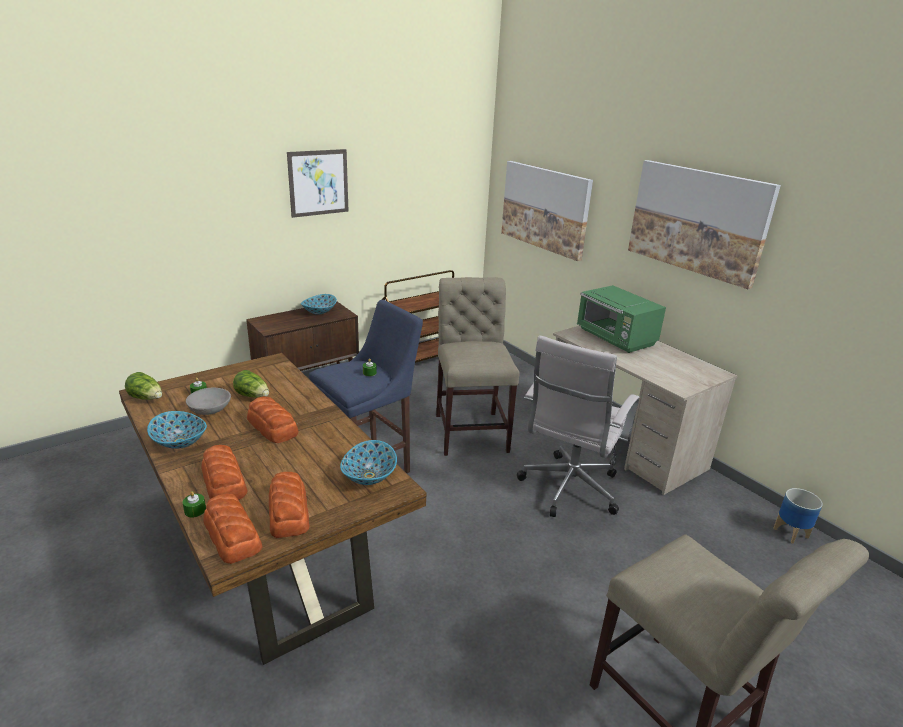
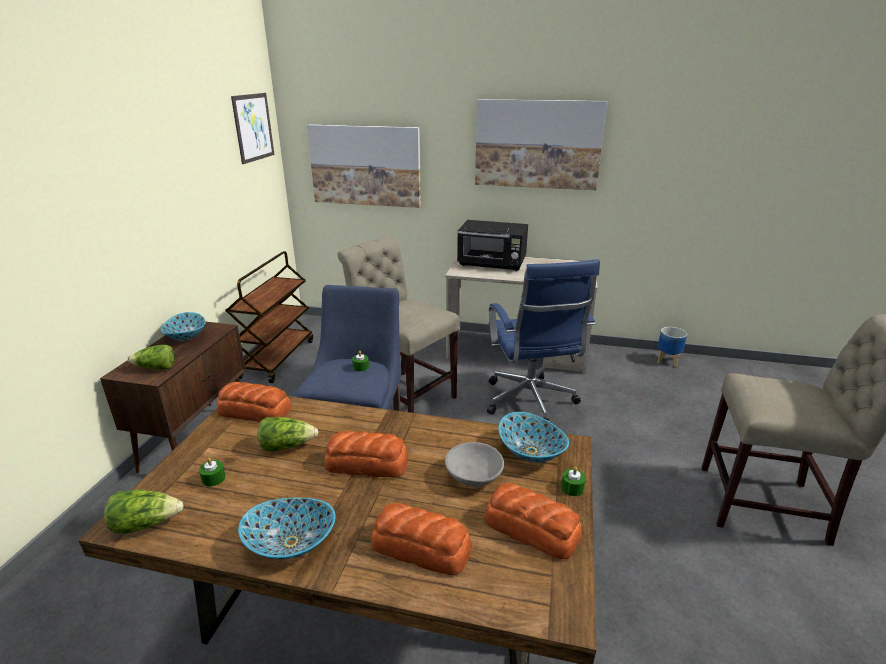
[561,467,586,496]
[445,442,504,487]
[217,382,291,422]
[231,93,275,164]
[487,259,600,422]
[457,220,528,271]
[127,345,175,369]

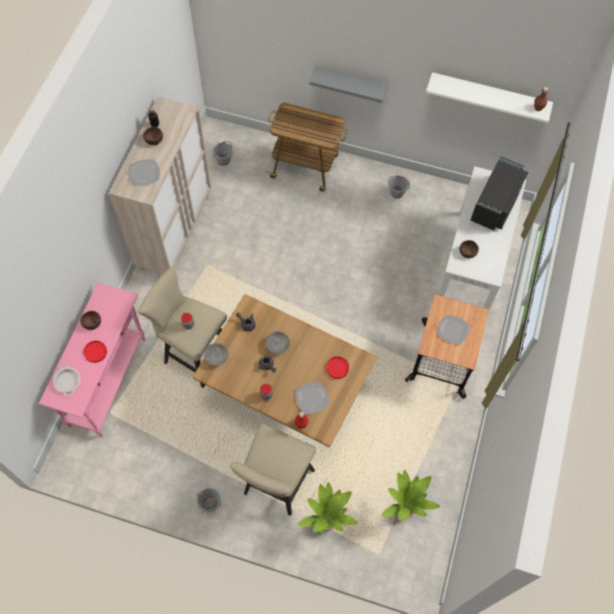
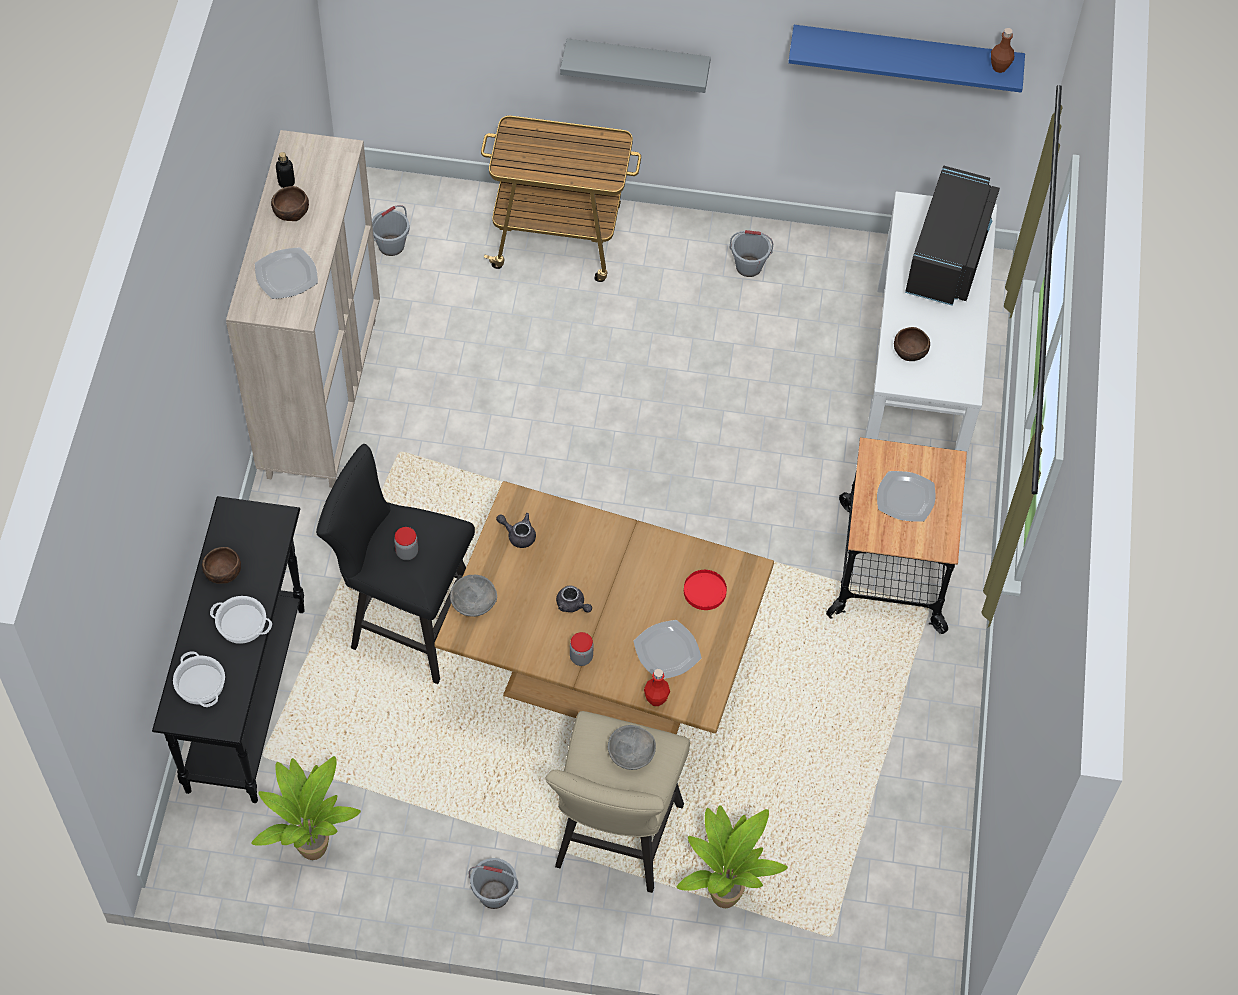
[152,496,305,803]
[210,596,272,644]
[316,444,475,684]
[608,725,656,770]
[251,756,361,860]
[788,25,1025,93]

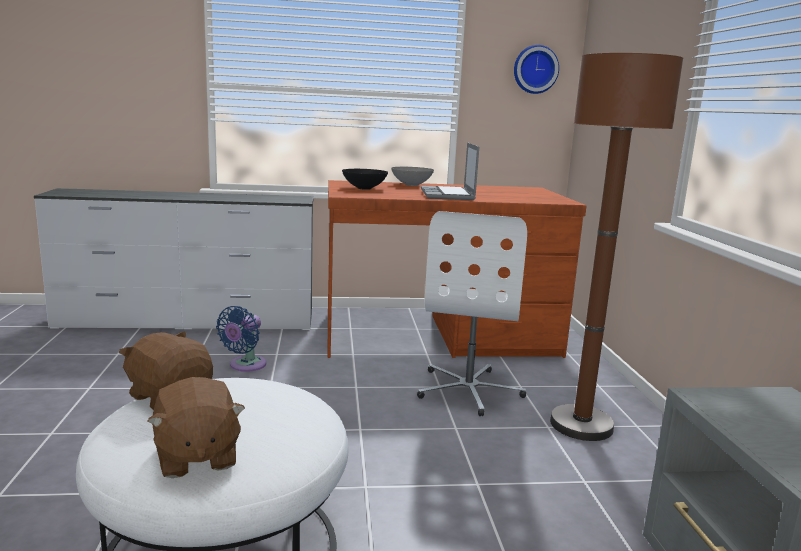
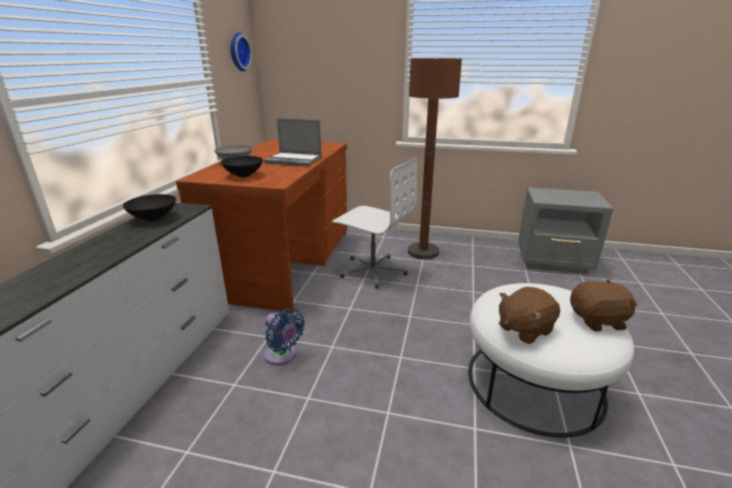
[123,194,176,221]

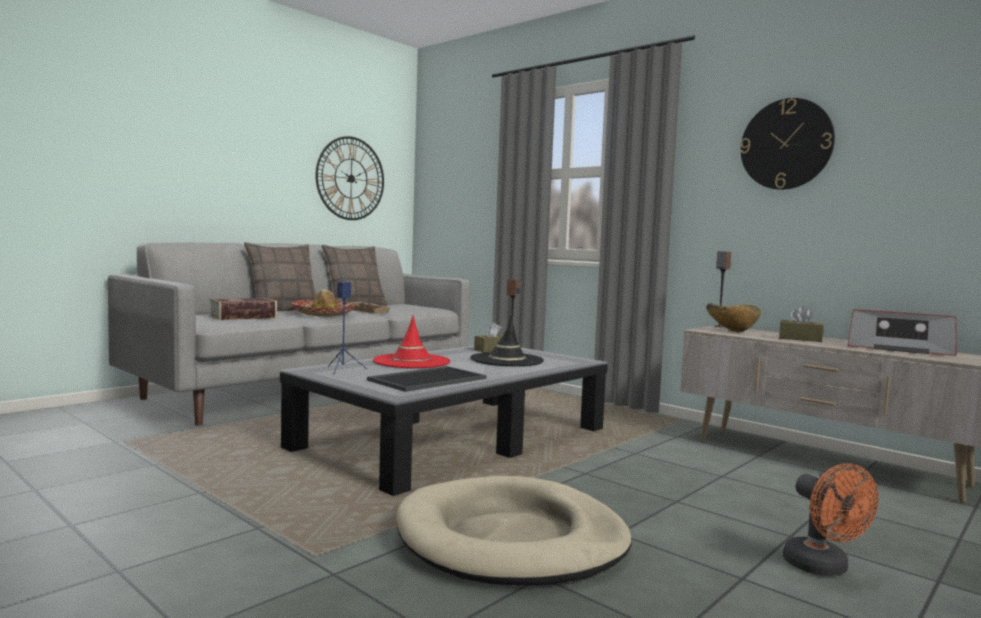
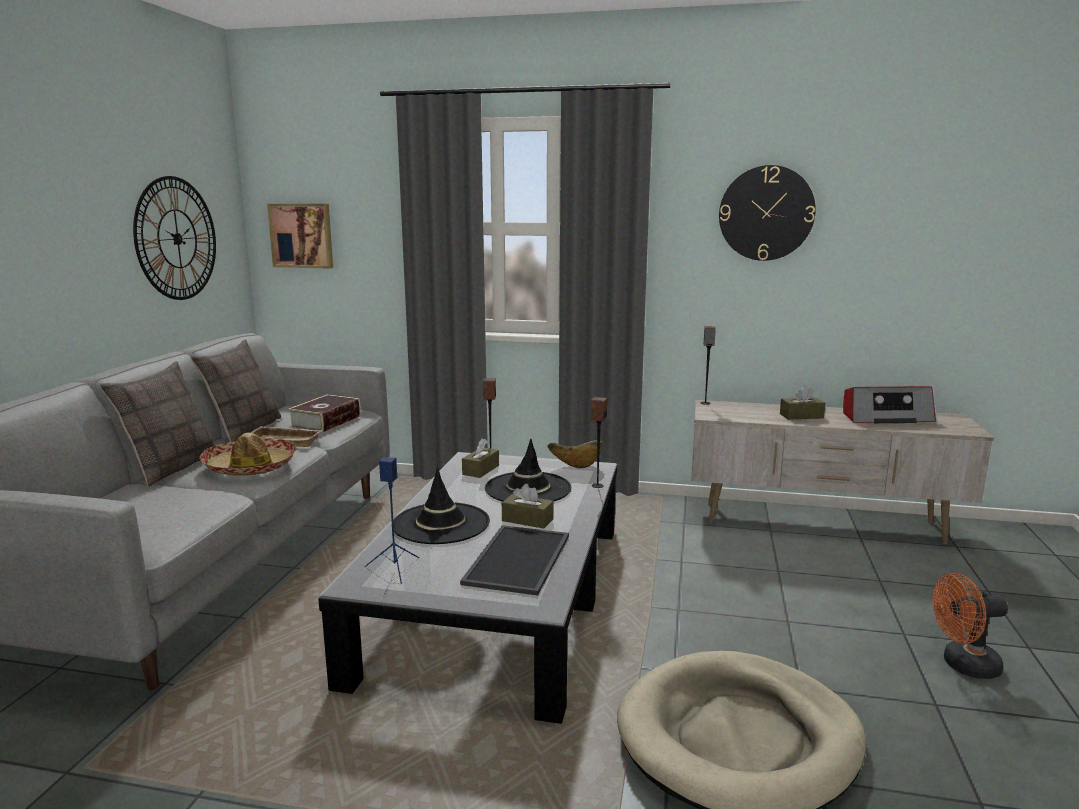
[288,395,361,433]
[393,467,490,544]
[547,440,603,468]
[932,573,1008,679]
[267,204,333,268]
[502,484,554,529]
[591,397,607,488]

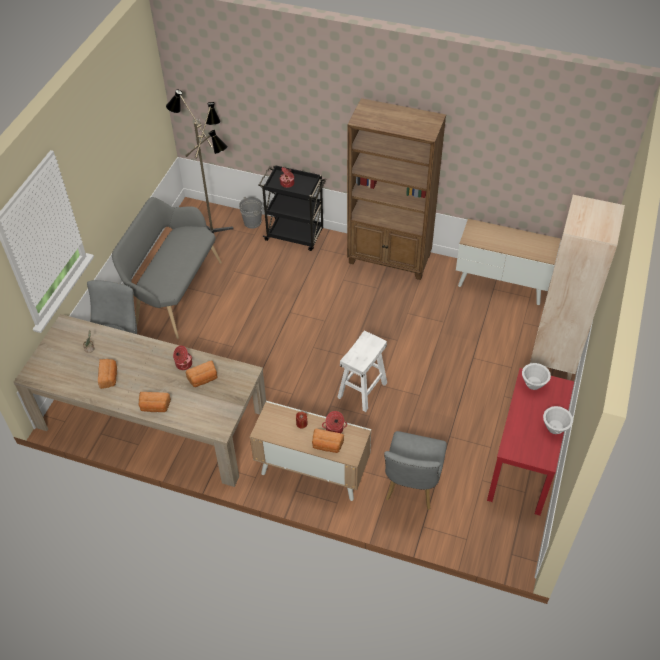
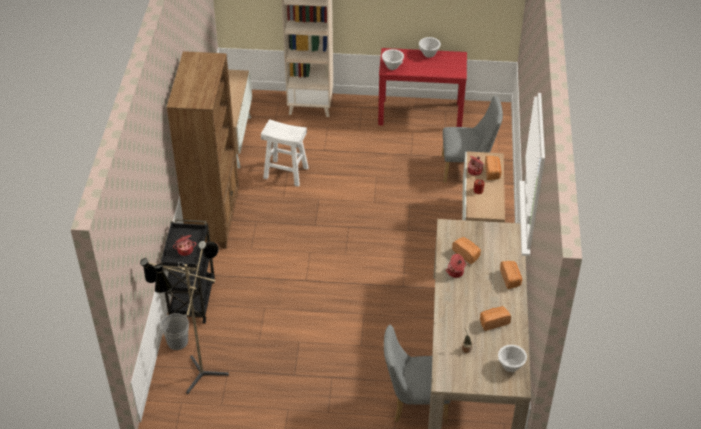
[112,197,222,339] (first image)
[261,119,309,187]
[498,345,527,372]

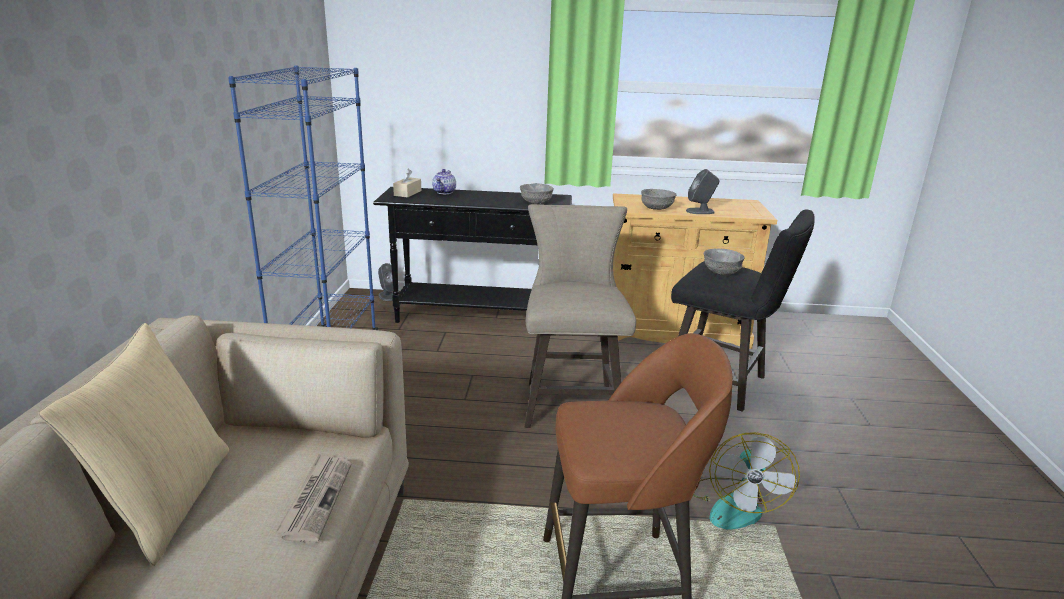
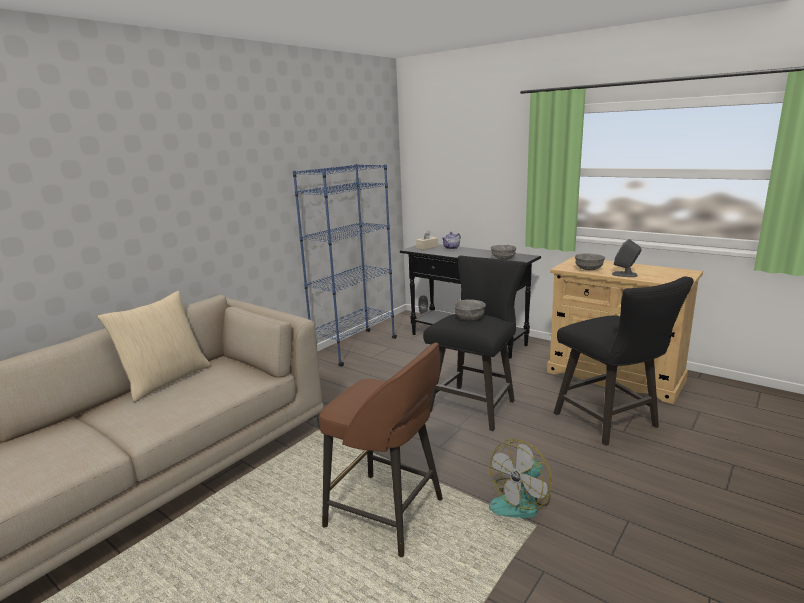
[276,454,351,542] (first image)
[423,256,527,431]
[454,300,486,321]

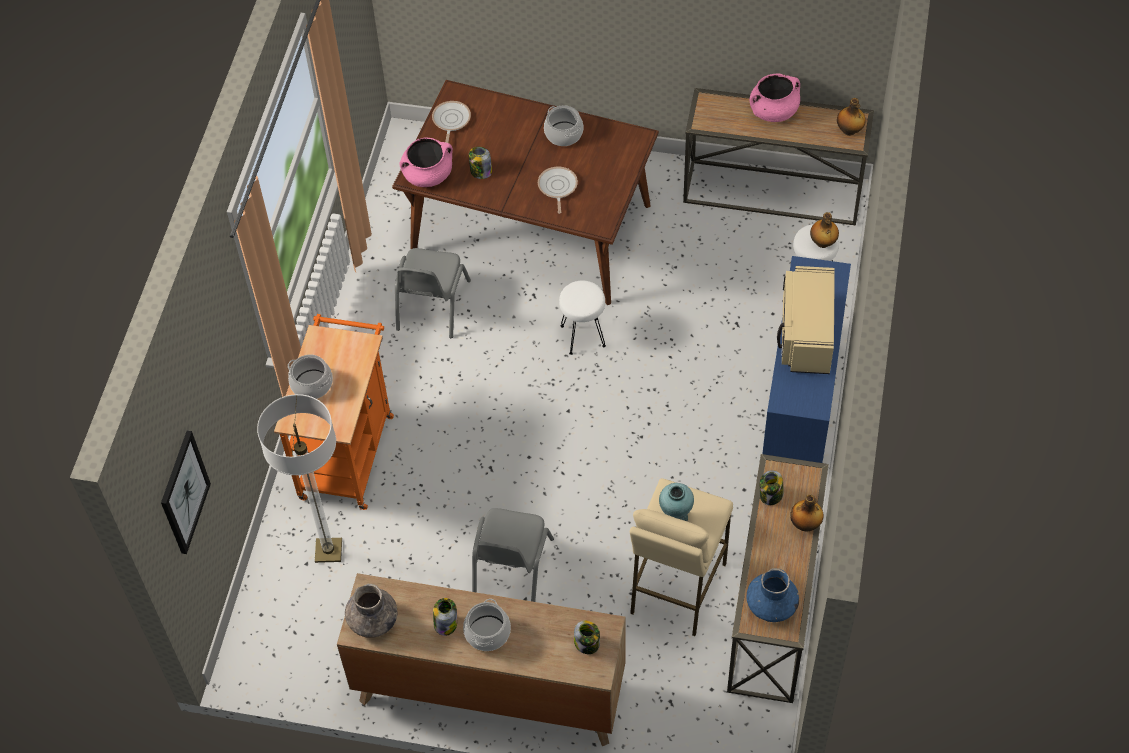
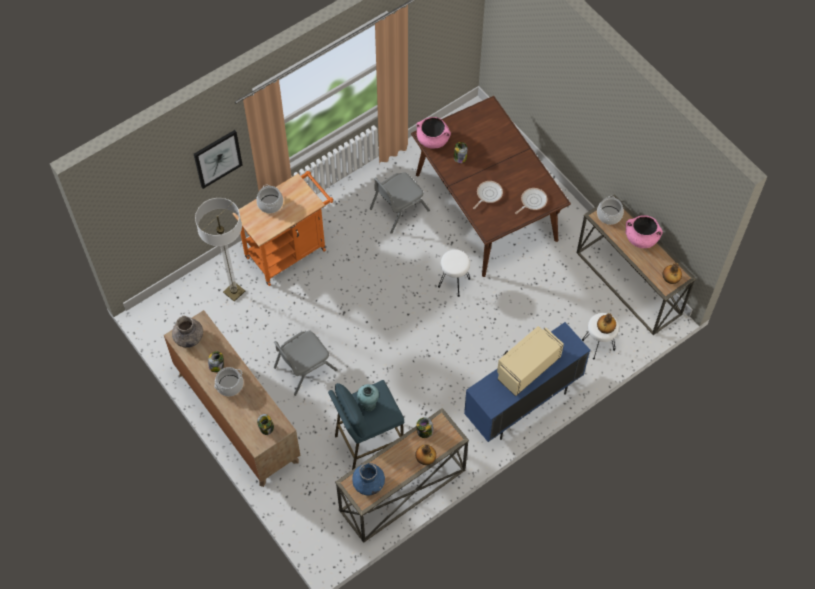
[194,130,243,189]
[515,188,548,214]
[597,196,624,225]
[328,380,405,470]

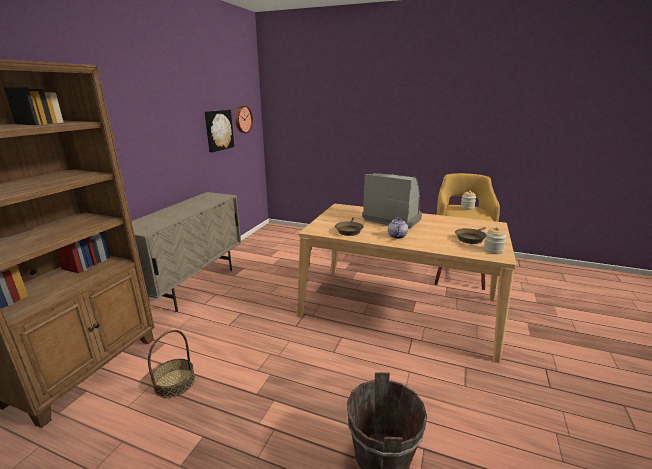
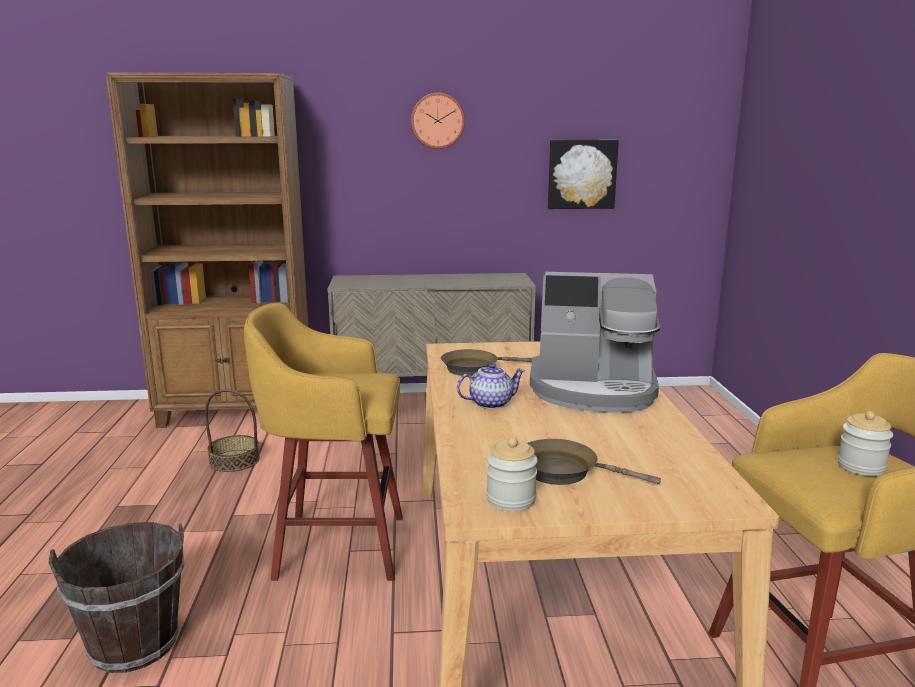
[411,93,465,149]
[530,272,660,413]
[244,303,403,581]

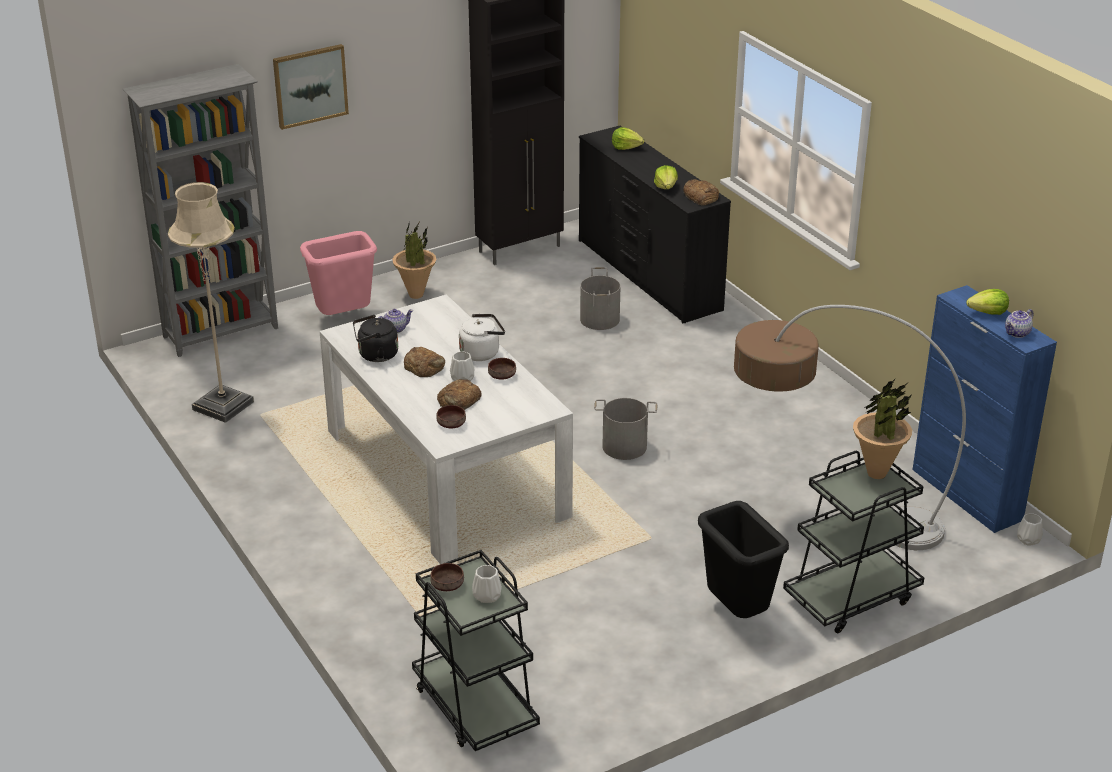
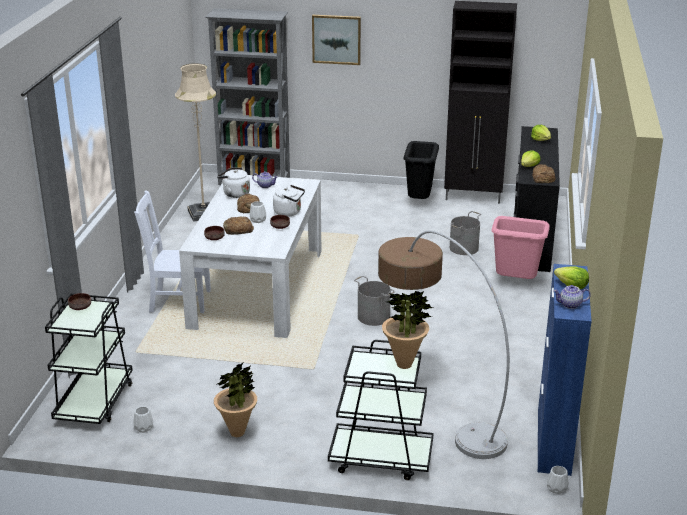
[491,216,550,279]
[217,167,250,198]
[214,363,257,437]
[133,407,153,433]
[403,141,439,199]
[134,190,211,313]

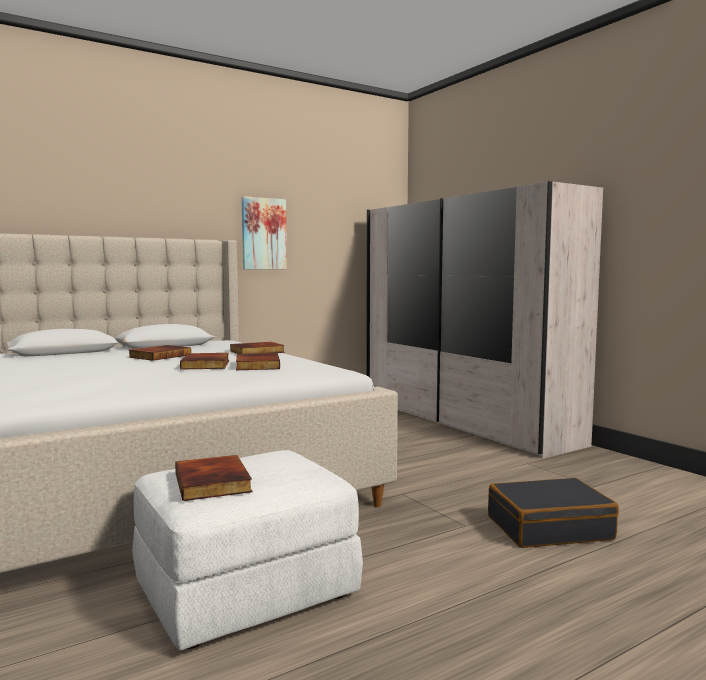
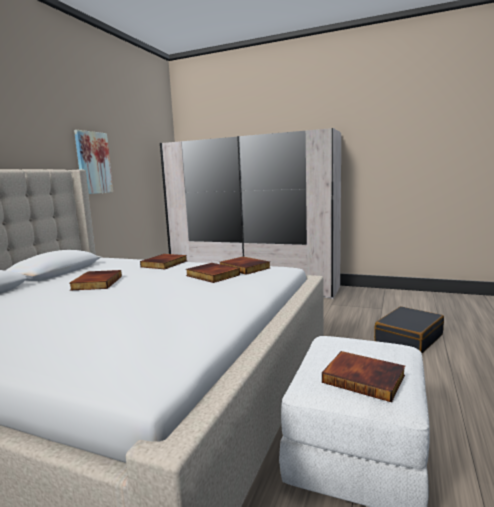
[220,256,270,275]

